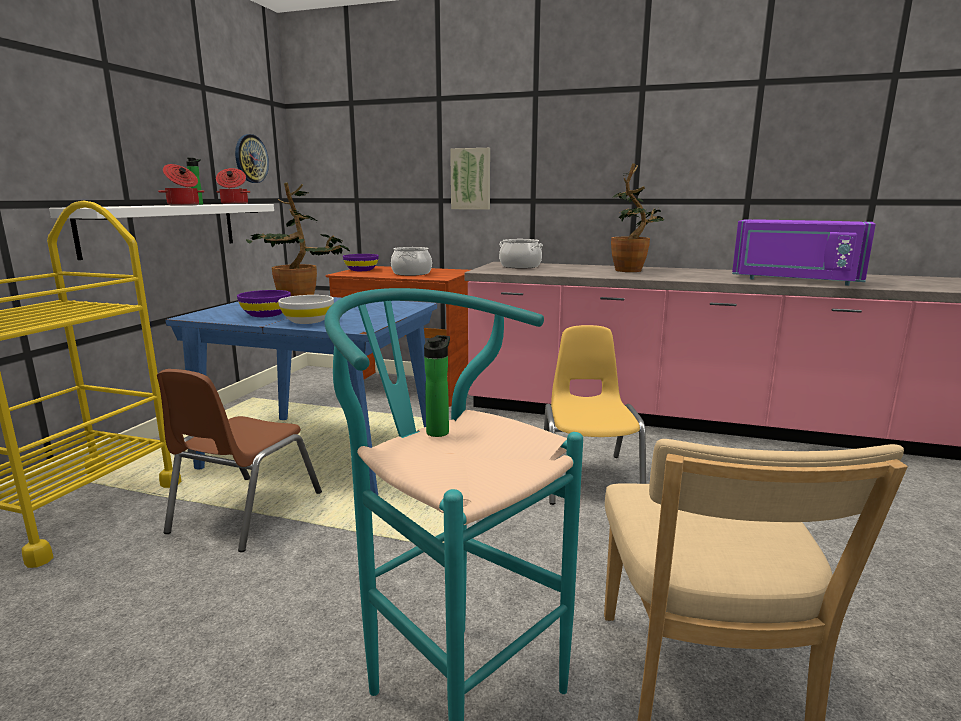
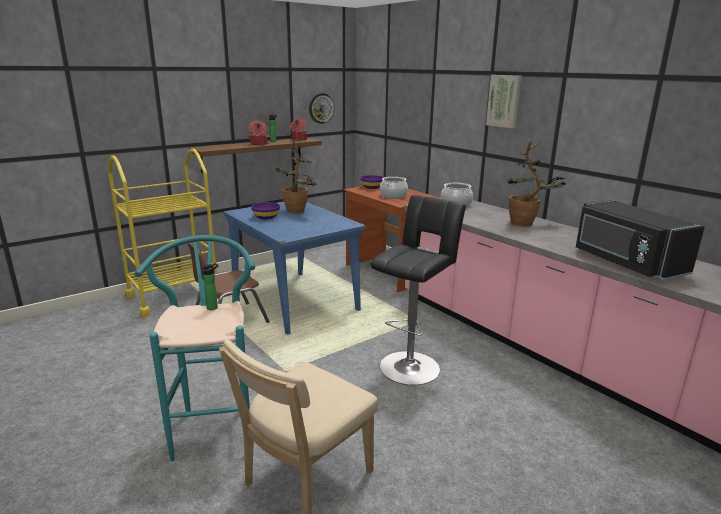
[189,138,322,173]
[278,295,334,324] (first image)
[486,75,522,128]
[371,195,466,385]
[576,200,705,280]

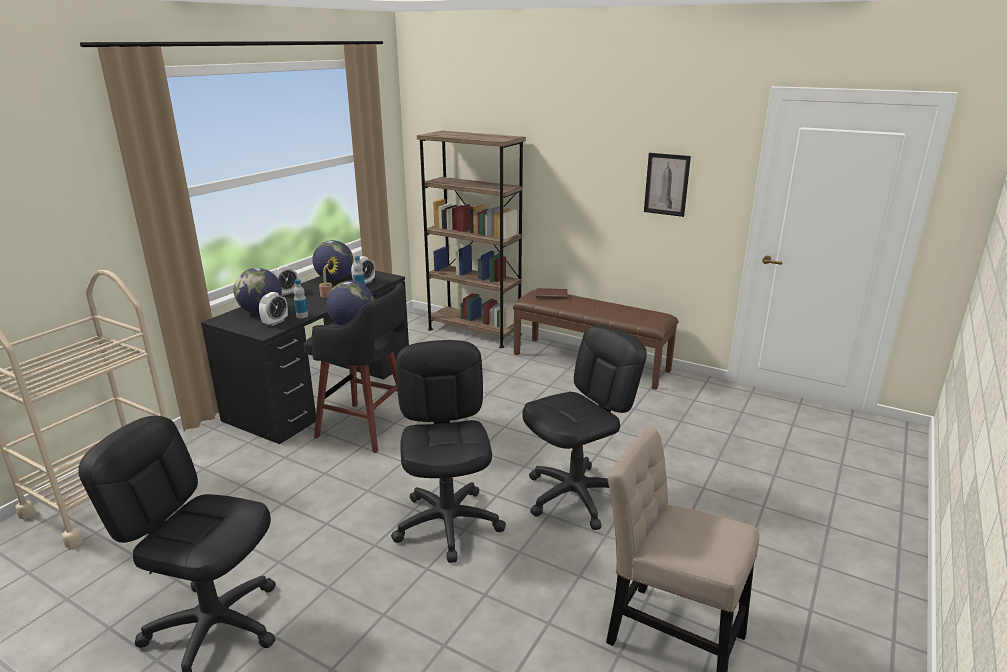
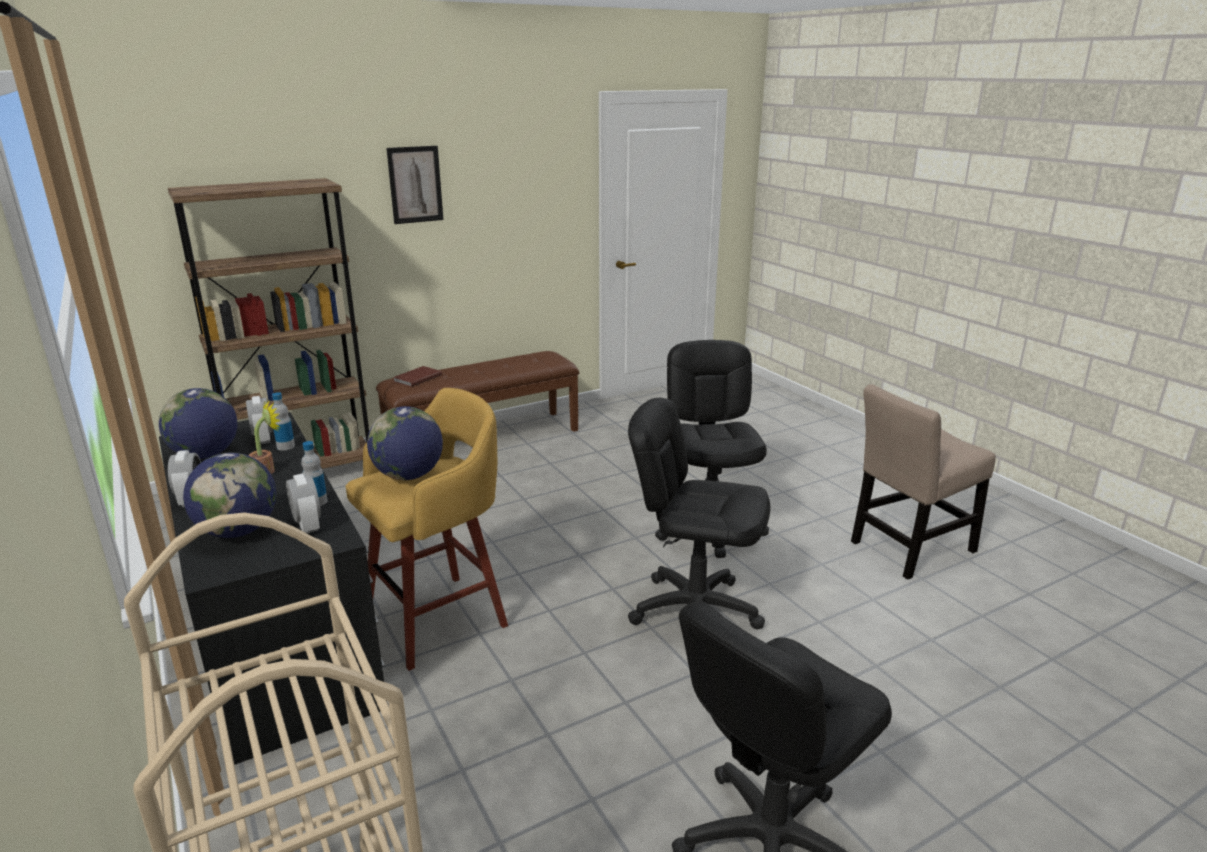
[345,388,508,671]
[386,146,443,224]

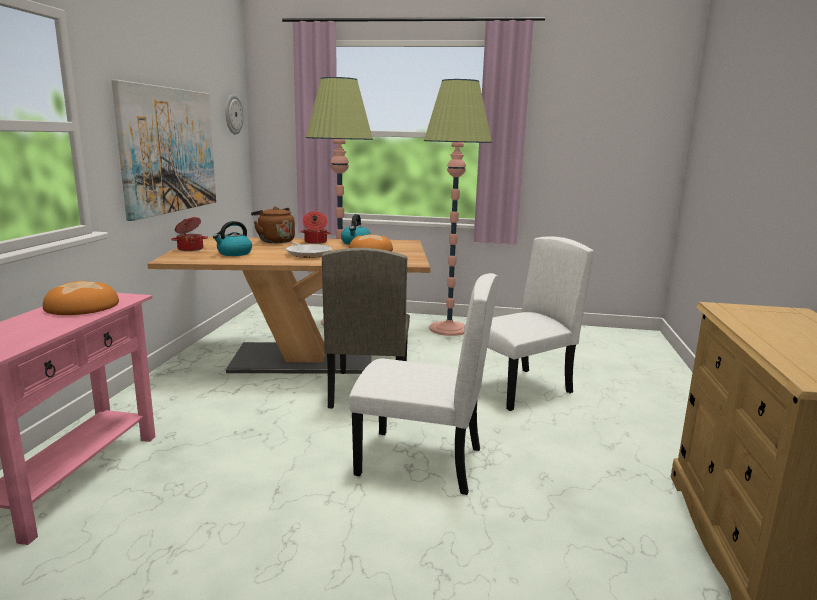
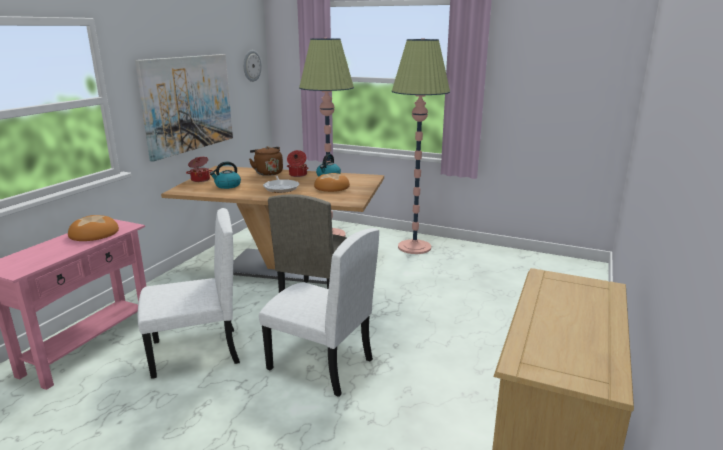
[138,208,240,379]

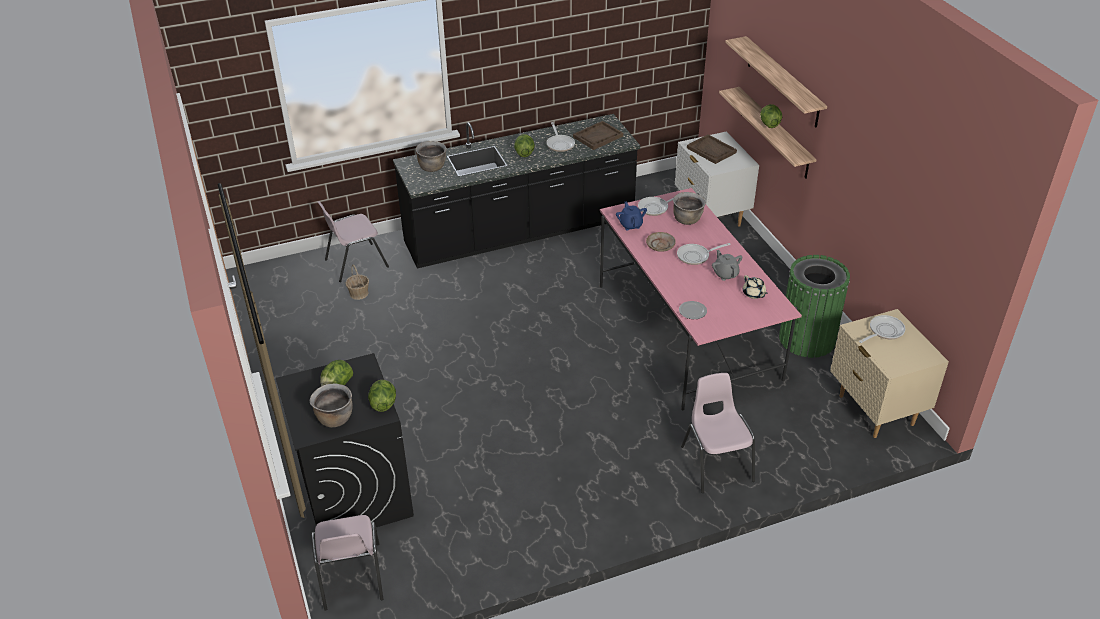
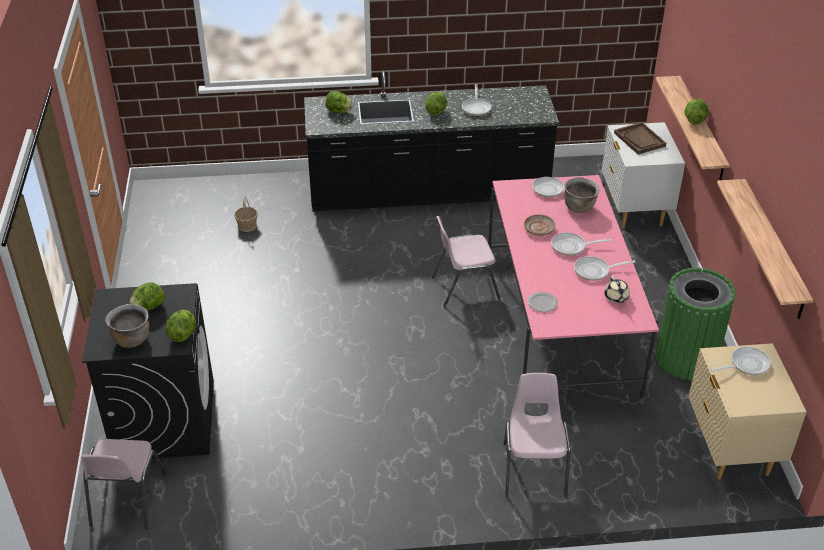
[432,216,501,307]
[325,91,353,113]
[573,121,623,150] (first image)
[616,201,647,230] (first image)
[574,256,635,281]
[717,179,814,319]

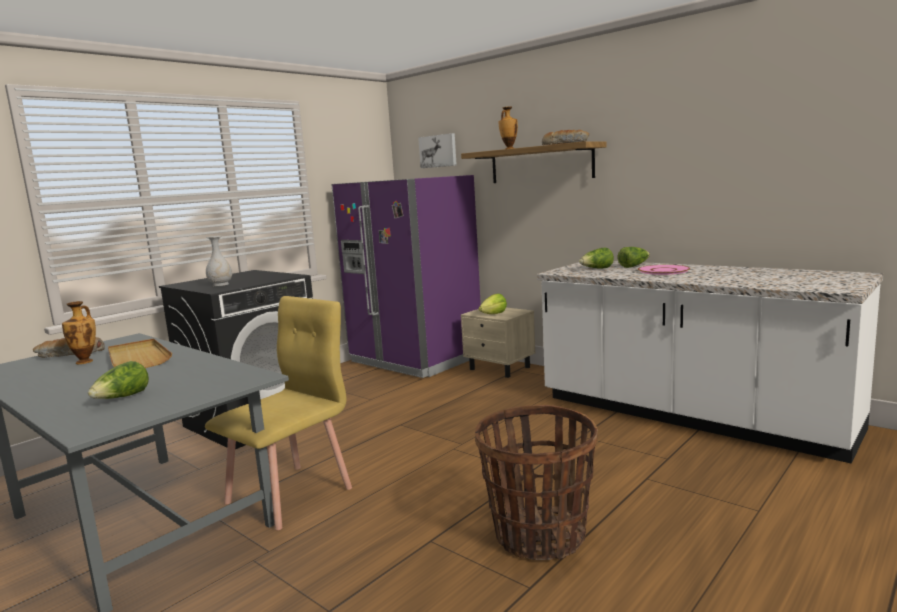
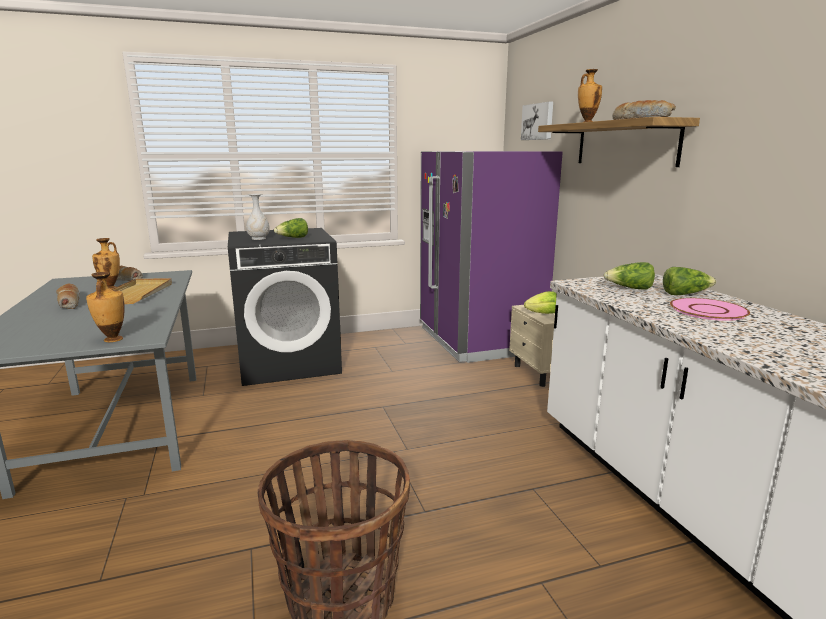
[274,218,308,238]
[205,296,352,530] (first image)
[56,284,80,309]
[86,272,125,342]

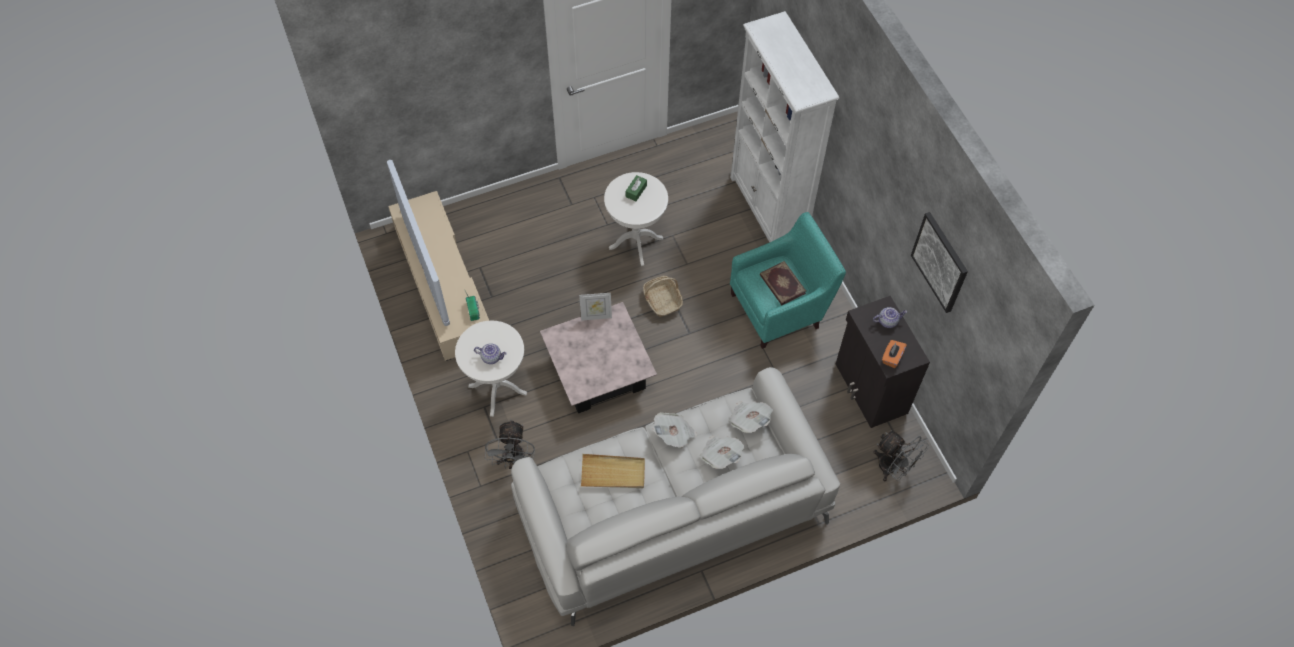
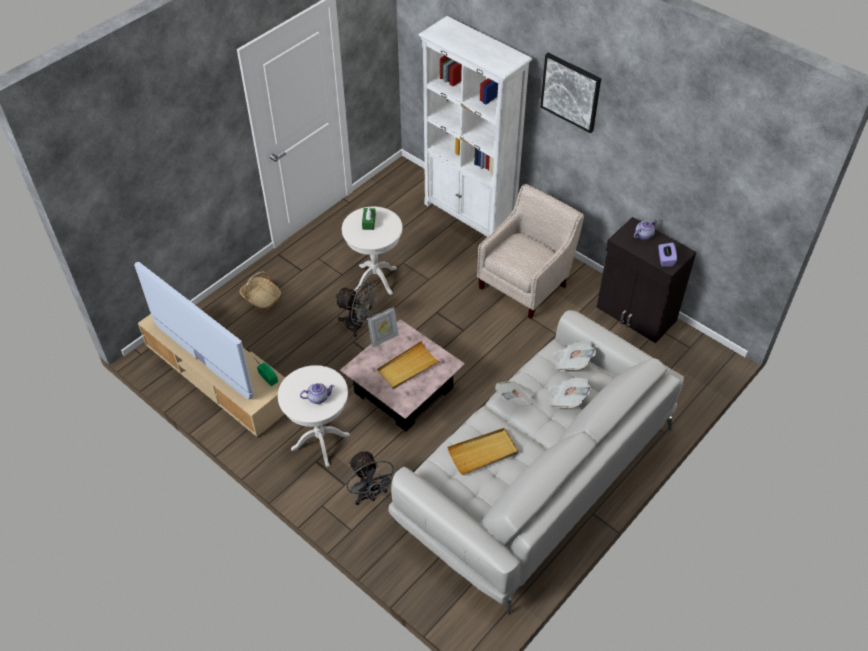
[240,271,281,312]
[477,184,584,319]
[760,261,806,305] (first image)
[335,281,378,337]
[658,242,677,267]
[540,53,601,133]
[377,341,440,389]

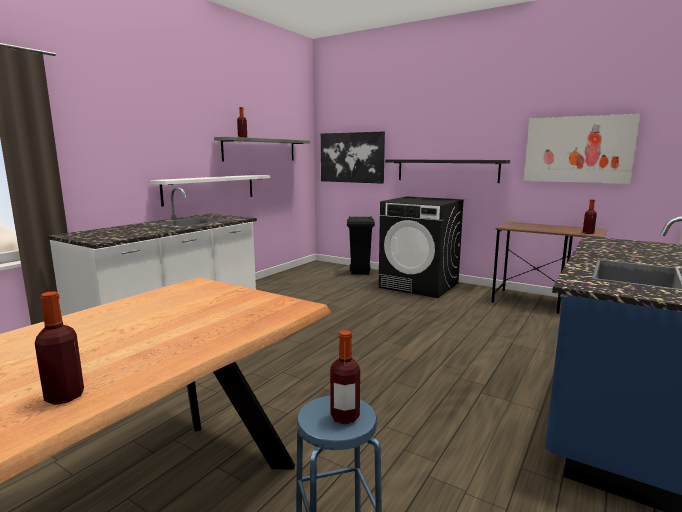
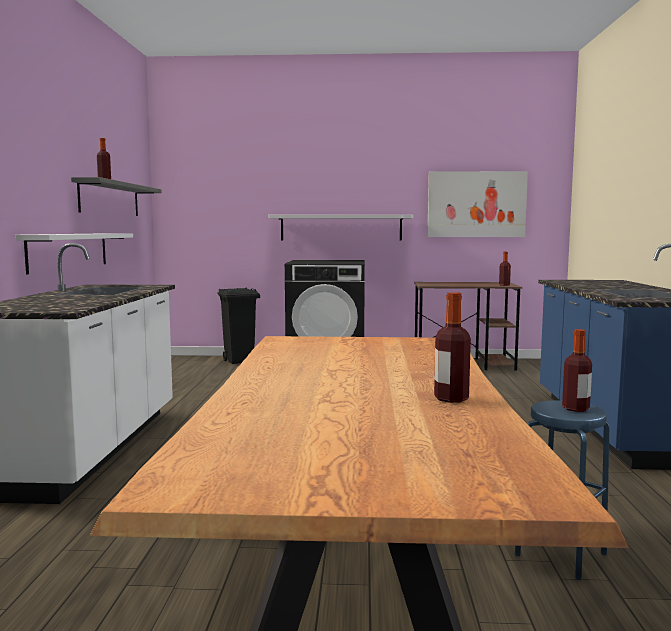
[321,131,385,184] (first image)
[268,215,413,241]

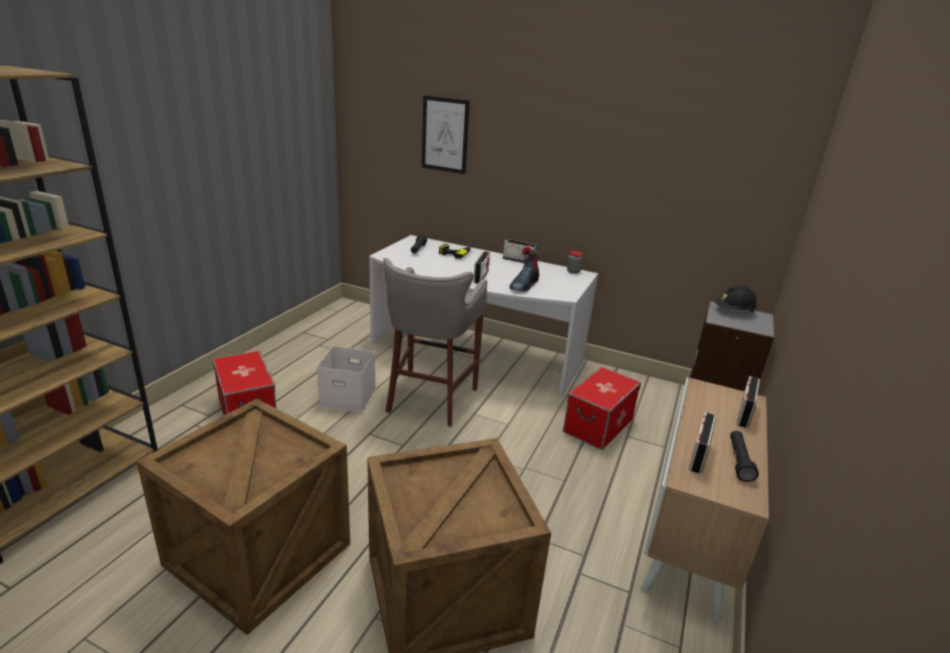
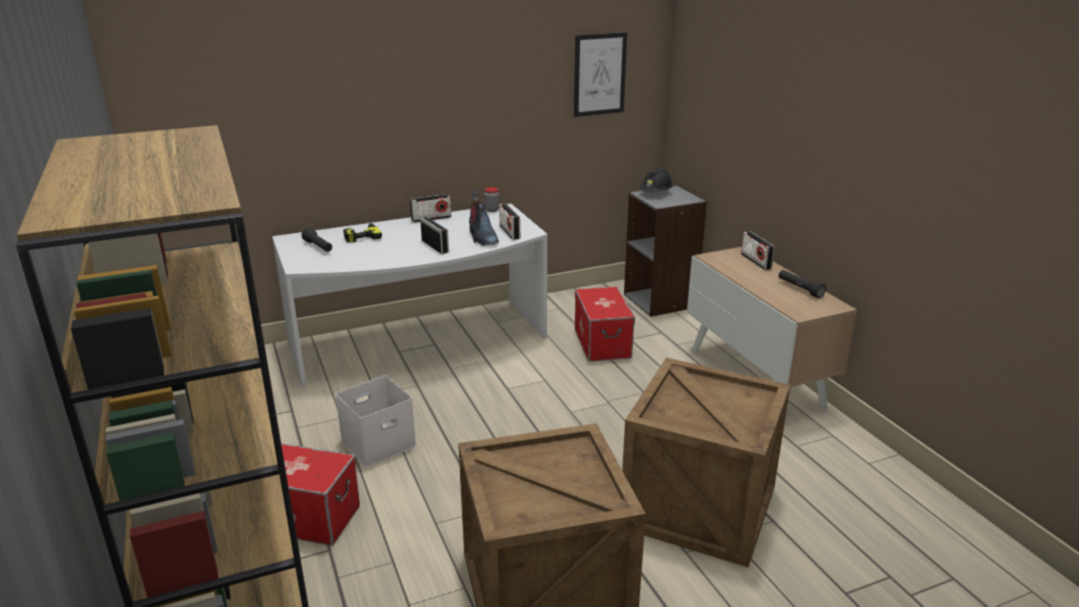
[383,258,487,427] (first image)
[574,32,627,117]
[499,203,520,240]

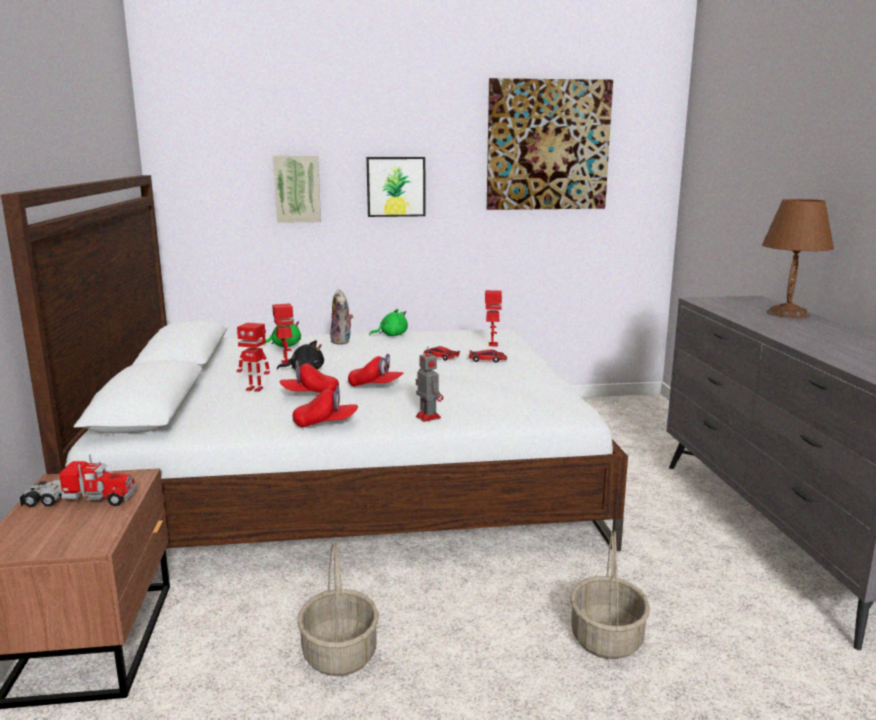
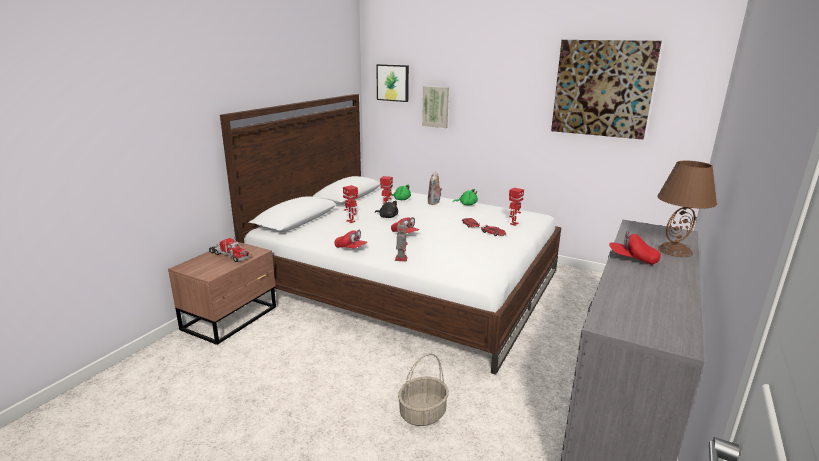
[609,230,661,265]
[297,544,378,676] (first image)
[376,64,409,102]

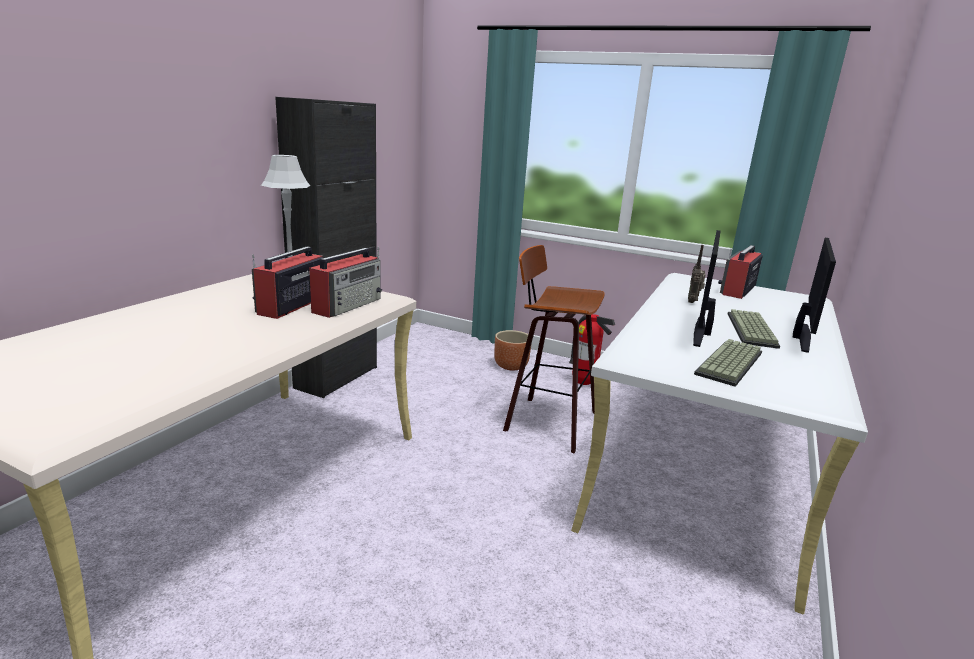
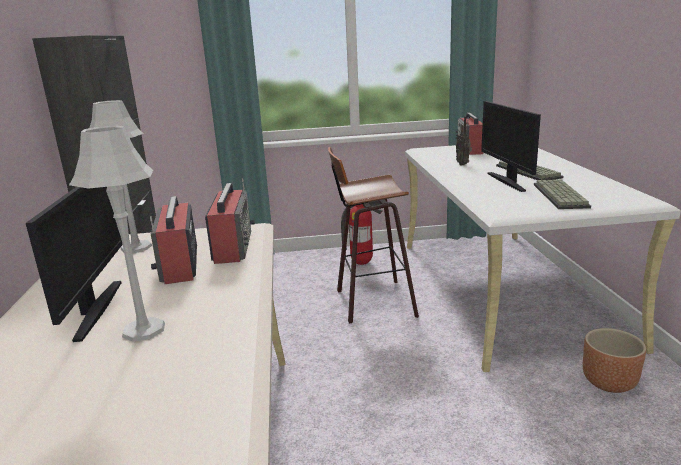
[583,328,646,393]
[26,187,123,342]
[69,125,165,342]

